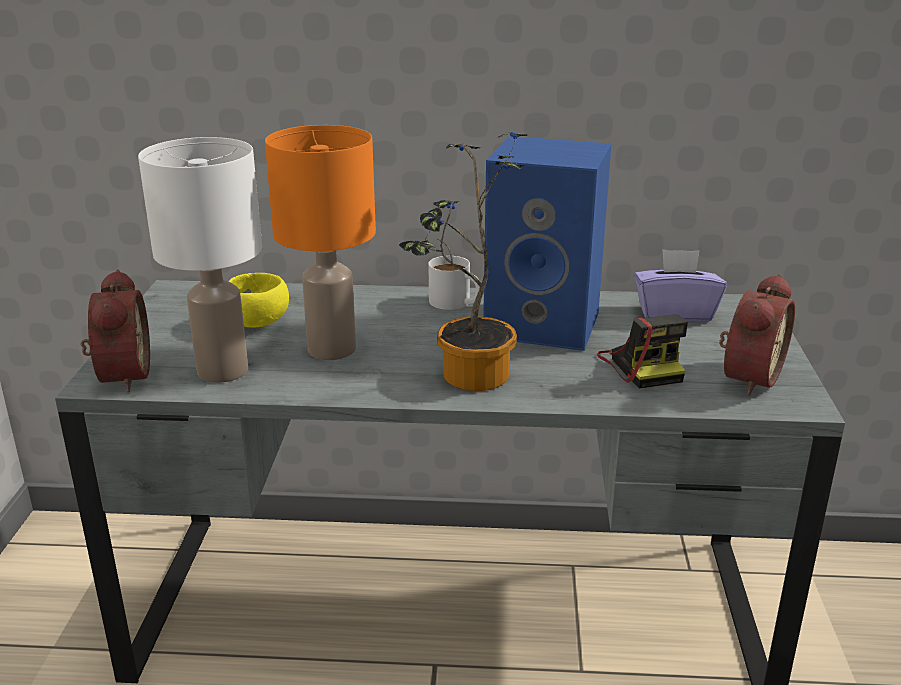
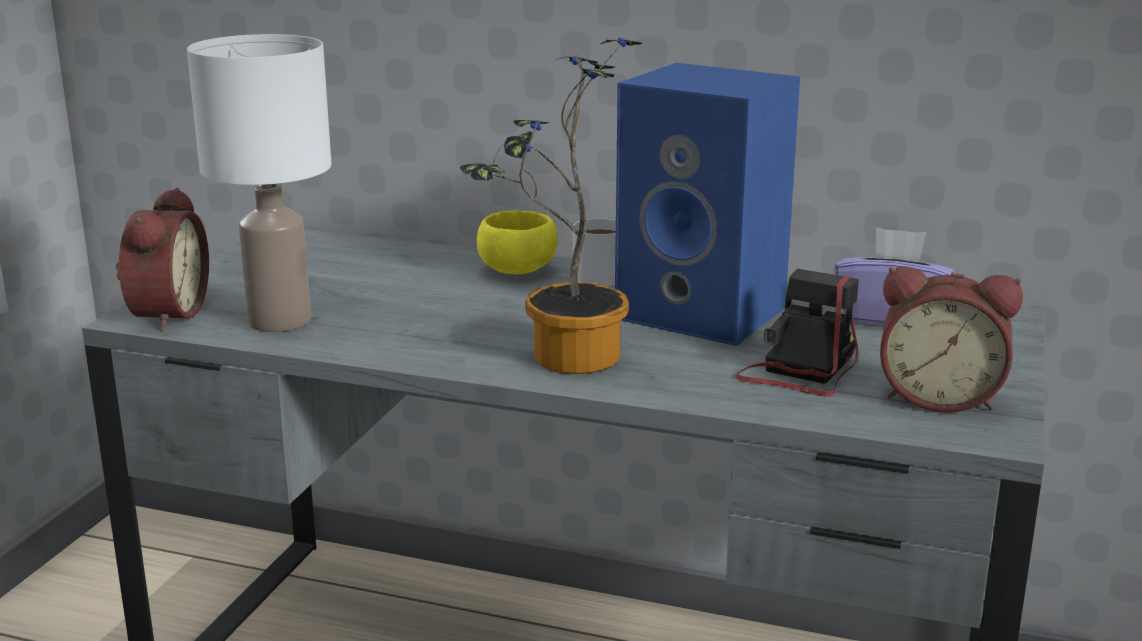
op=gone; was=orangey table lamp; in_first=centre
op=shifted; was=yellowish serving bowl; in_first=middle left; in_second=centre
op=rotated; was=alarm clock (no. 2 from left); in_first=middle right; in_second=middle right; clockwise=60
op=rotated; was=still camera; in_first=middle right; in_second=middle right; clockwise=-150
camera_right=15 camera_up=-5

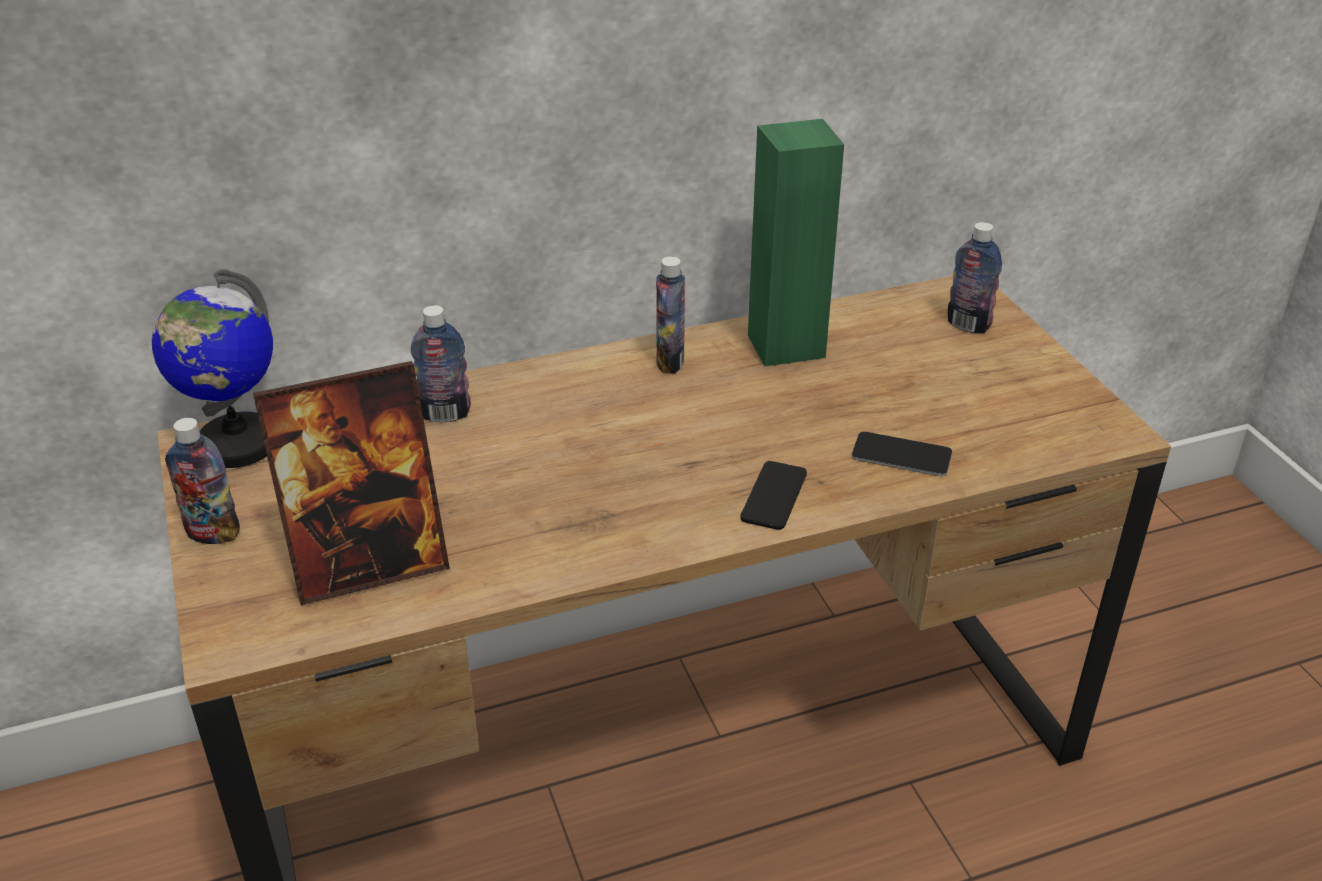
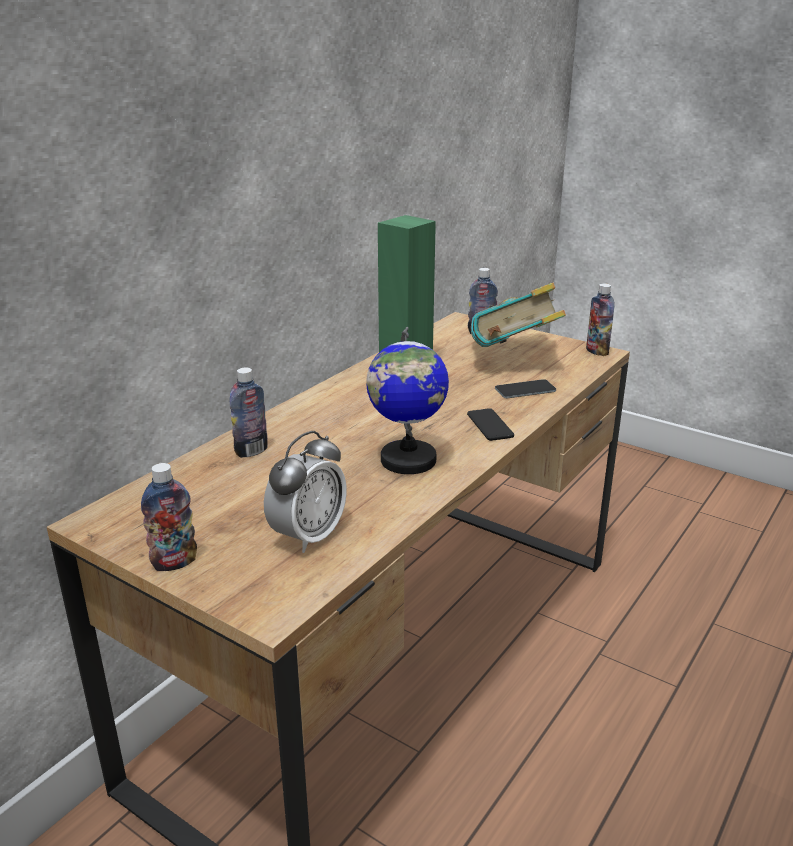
op=shifted; was=bottle (no. 3 from left in the first image); now=bottle (no. 4 from left); in_first=centre; in_second=middle right
op=shifted; was=world globe; in_first=middle left; in_second=centre
op=swapped; was=picture frame; now=alarm clock; in_first=middle left; in_second=centre
op=new; now=volume; in_second=centre
camera_right=-35 camera_up=-10

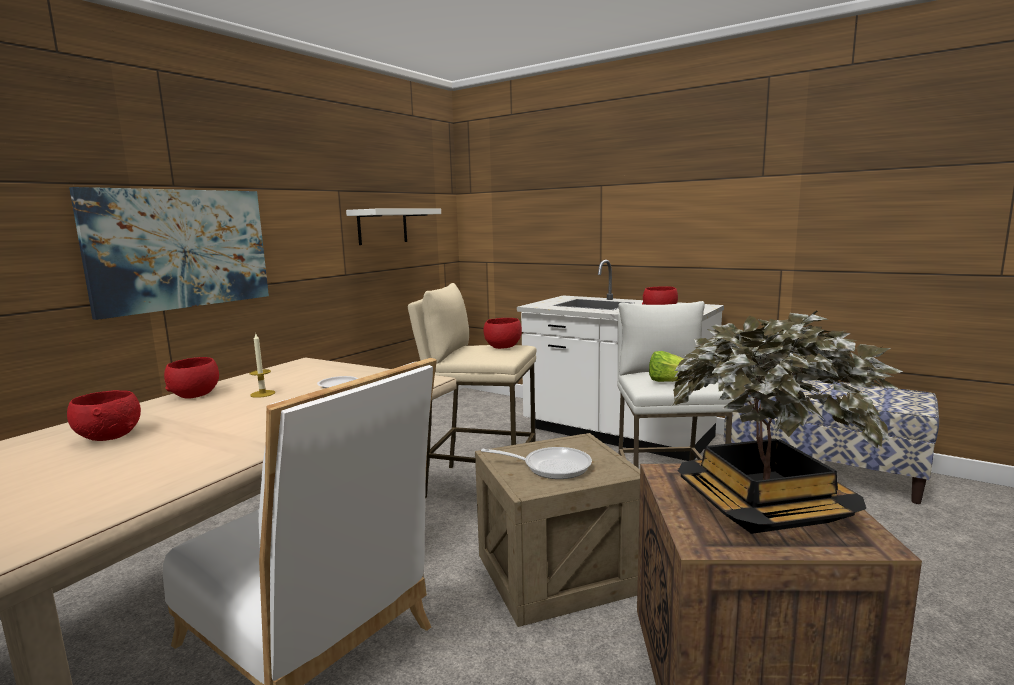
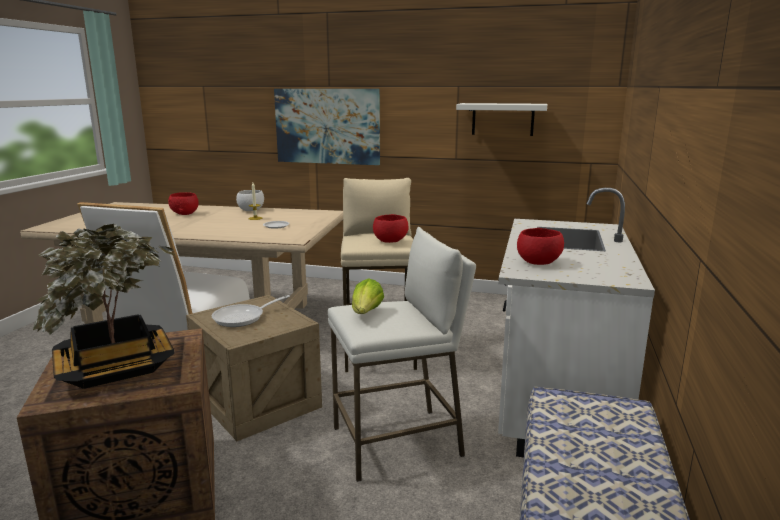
op=repainted; was=red serving bowl (no. 2 from left); now=white-coloured serving bowl; in_first=middle left; in_second=middle left
op=rotated; was=pan; in_first=bottom centre; in_second=middle left; clockwise=60
camera_right=70 camera_up=5

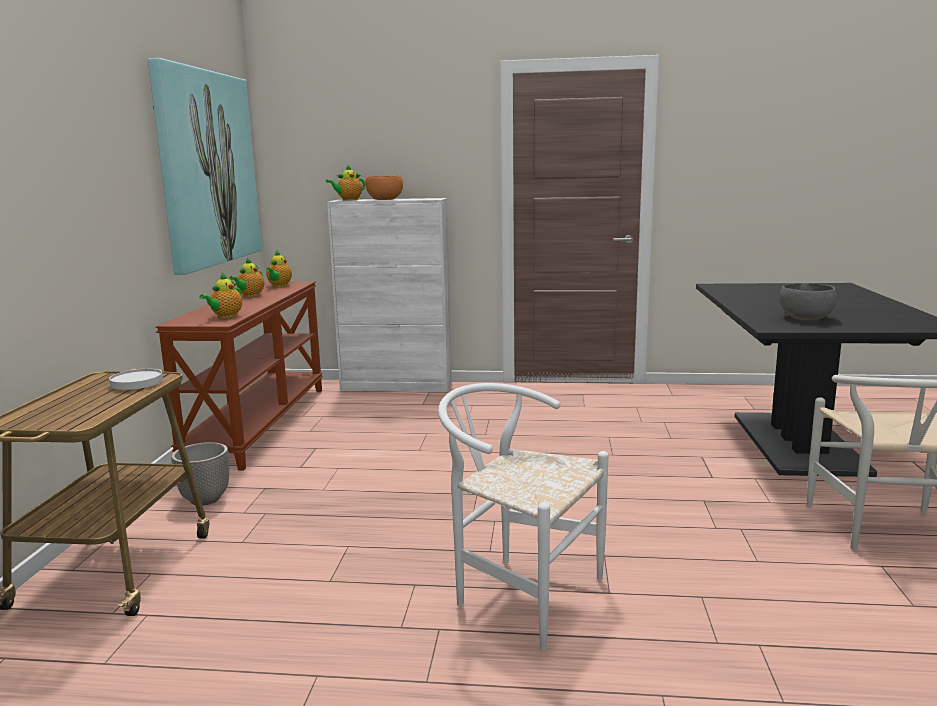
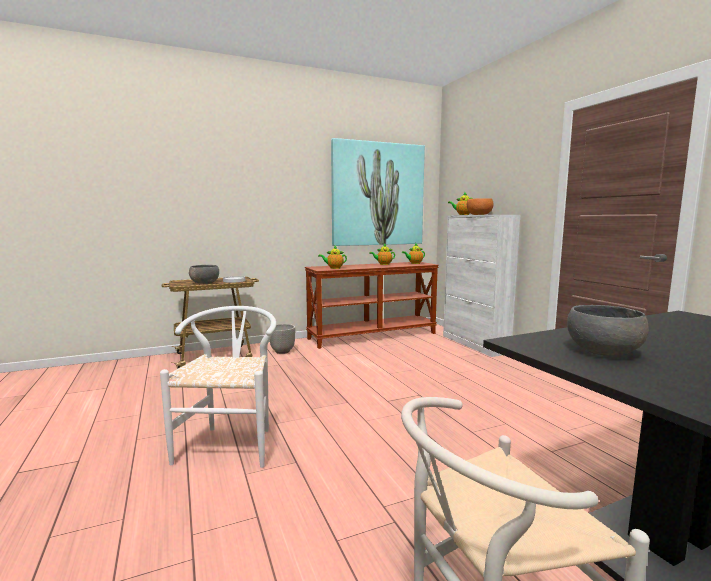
op=new; now=gray serving bowl (no. 1 from left); in_second=middle left
camera_right=60 camera_up=-5

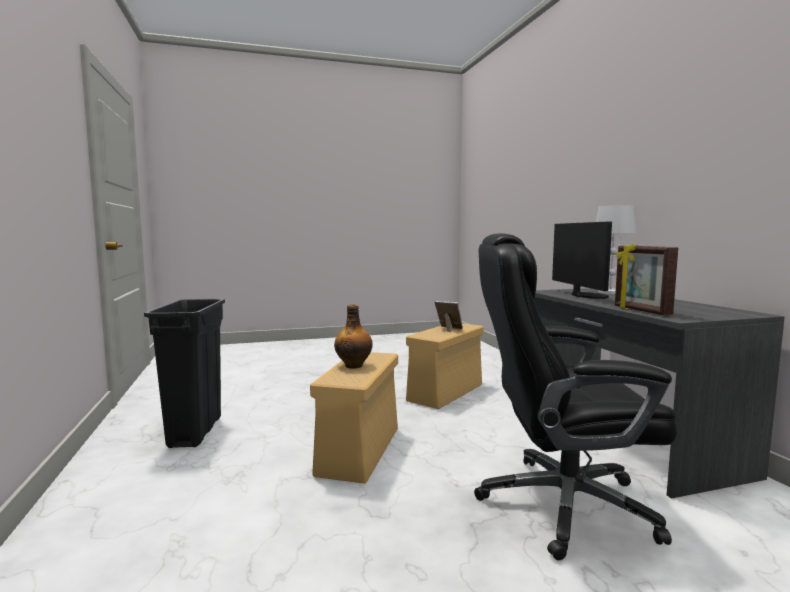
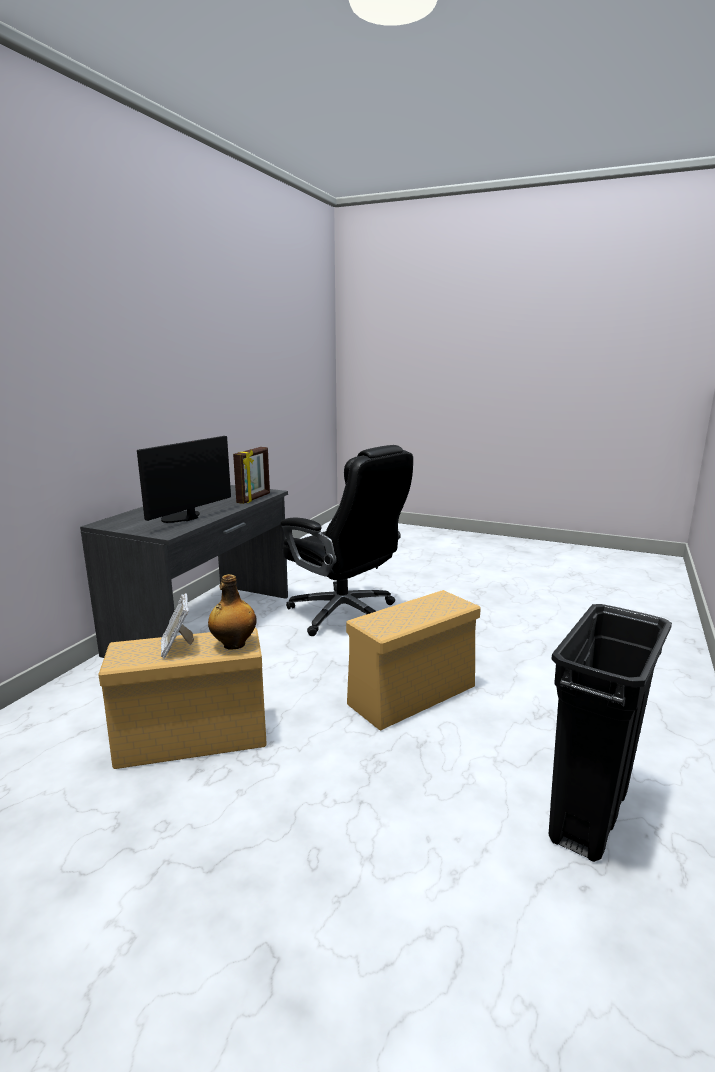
op=gone; was=white-coloured table lamp; in_first=middle right
op=shifted; was=bottle; in_first=centre; in_second=middle left
camera_right=-140 camera_up=10

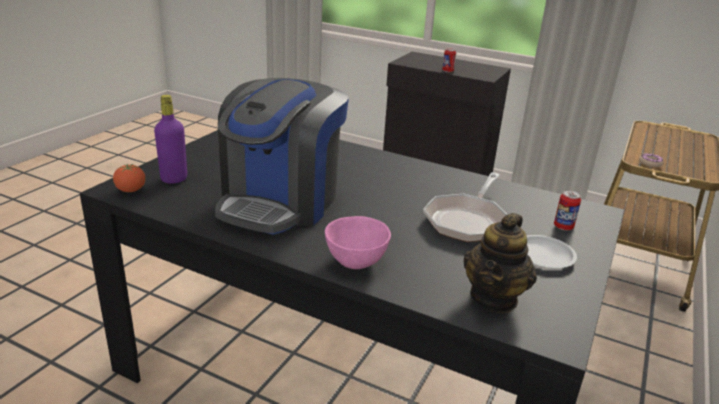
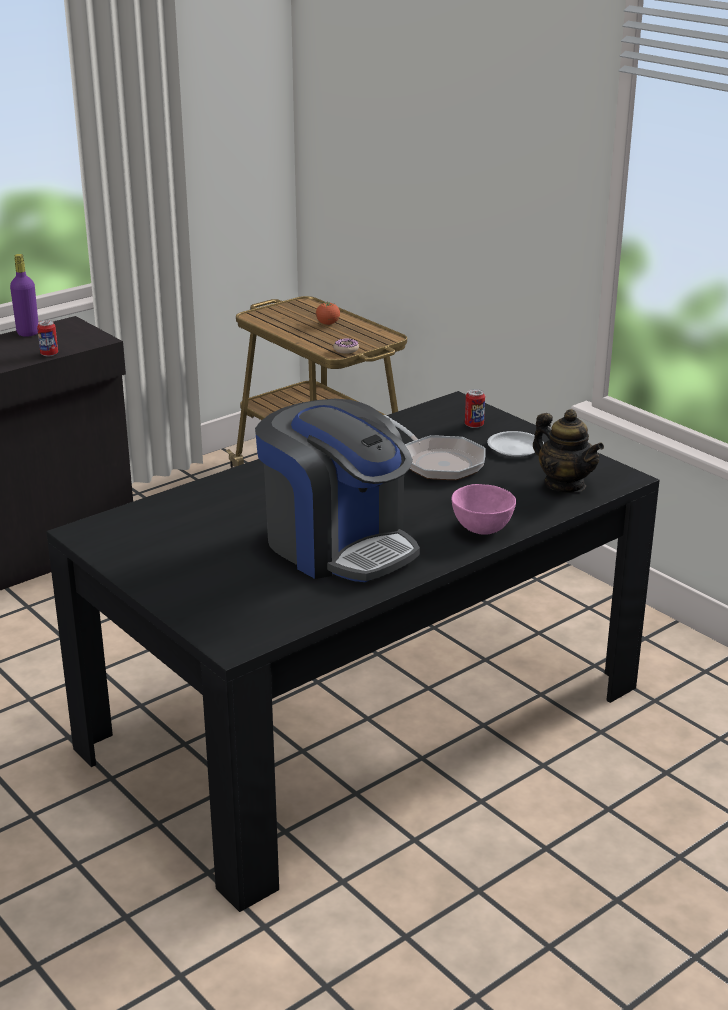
op=shifted; was=purple bottle; in_first=middle left; in_second=top left
op=shifted; was=whole tomato; in_first=middle left; in_second=top centre
camera_right=-65 camera_up=0

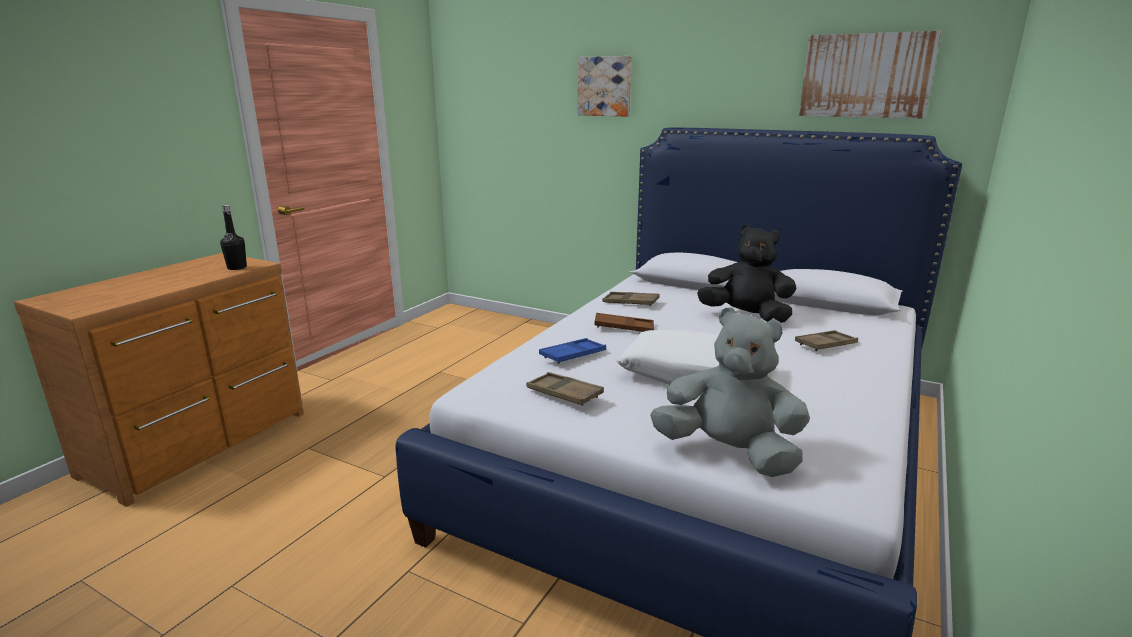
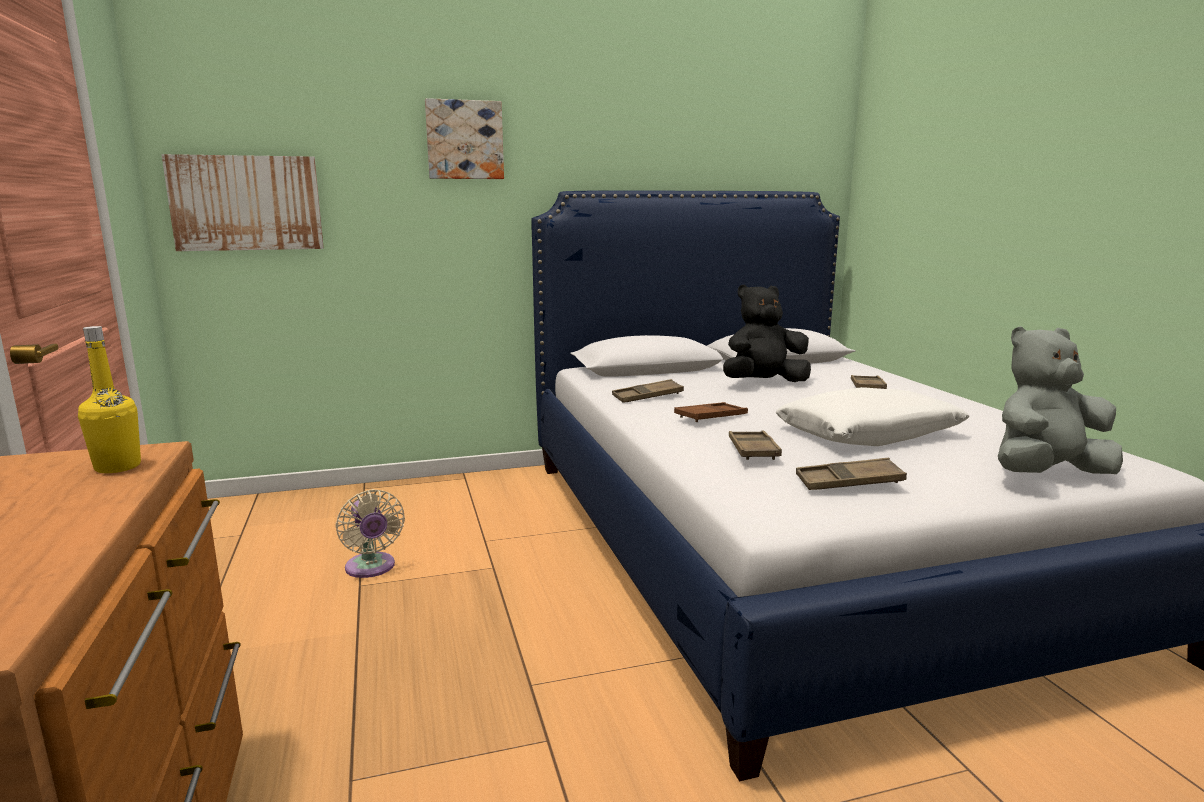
op=shifted; was=picture (no. 2 from left in the first image); now=picture (no. 1 from left); in_first=top right; in_second=top left
op=repainted; was=black bottle; now=yellowish bottle; in_first=middle left; in_second=middle left
op=repainted; was=blue serving tray; now=brownish serving tray (no. 3 from left); in_first=centre; in_second=centre
op=new; now=sand-coloured electric fan; in_second=middle left
camera_right=-45 camera_up=-5

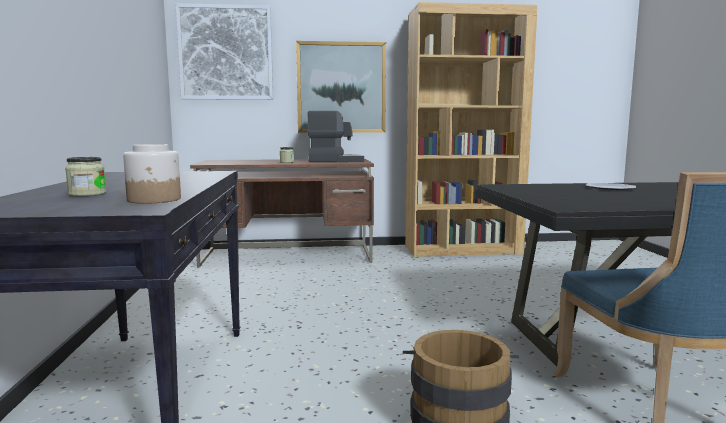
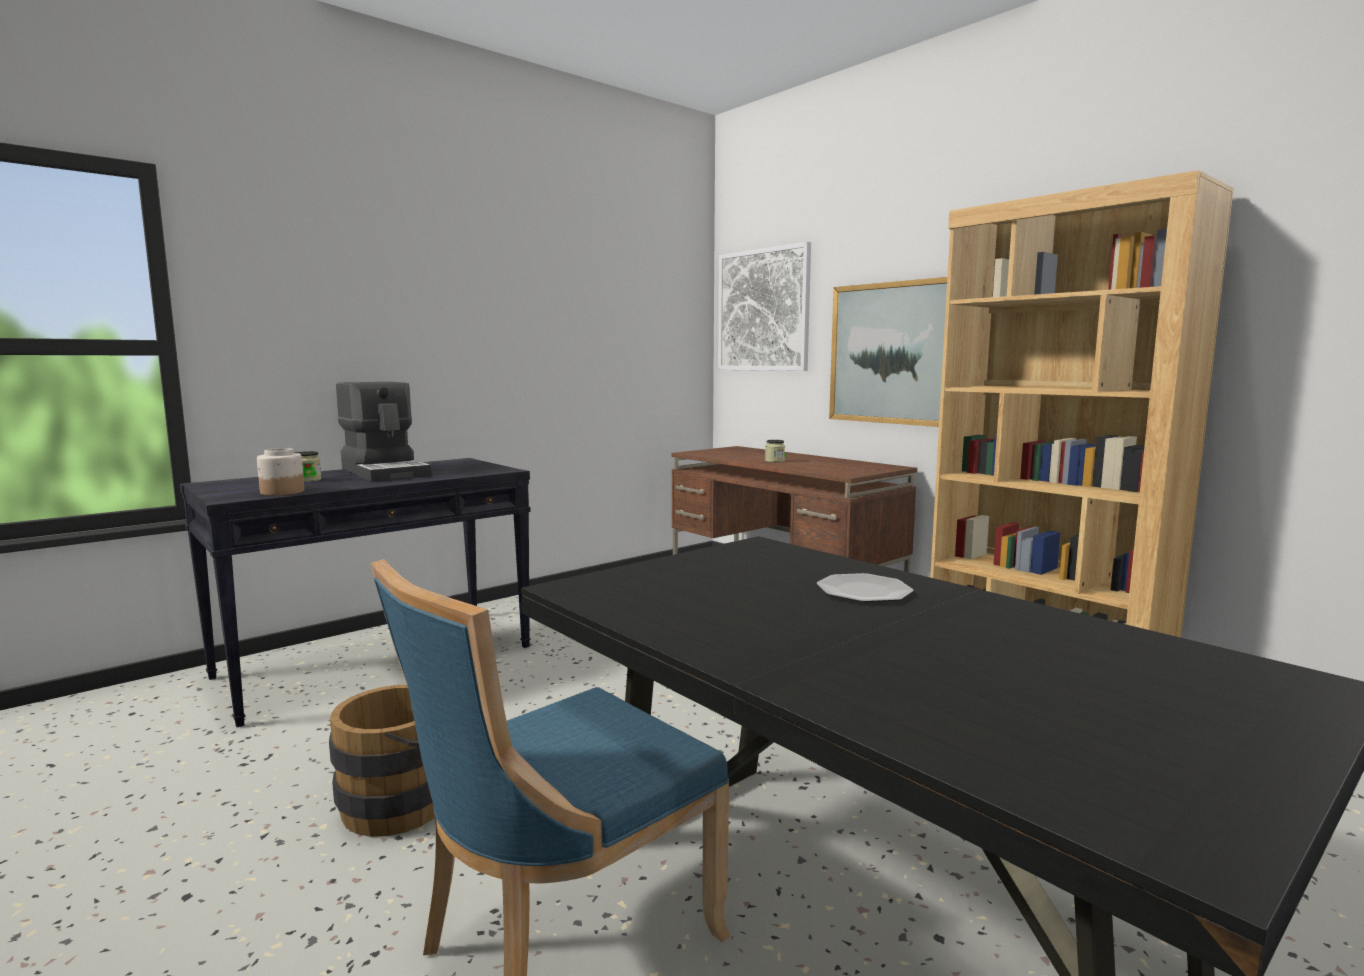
op=shifted; was=coffee maker; in_first=top centre; in_second=middle left
camera_right=55 camera_up=0

